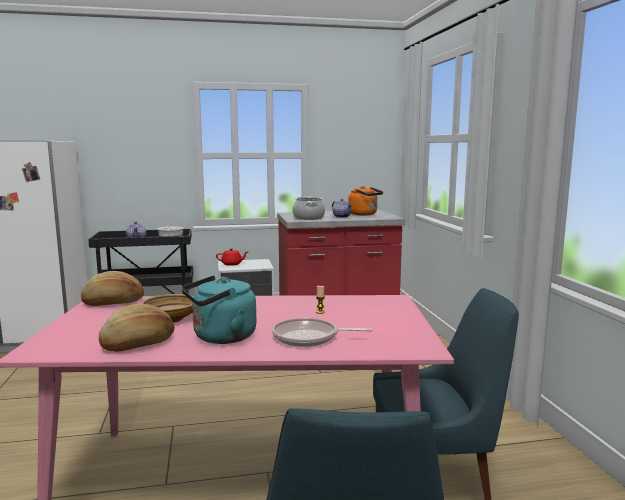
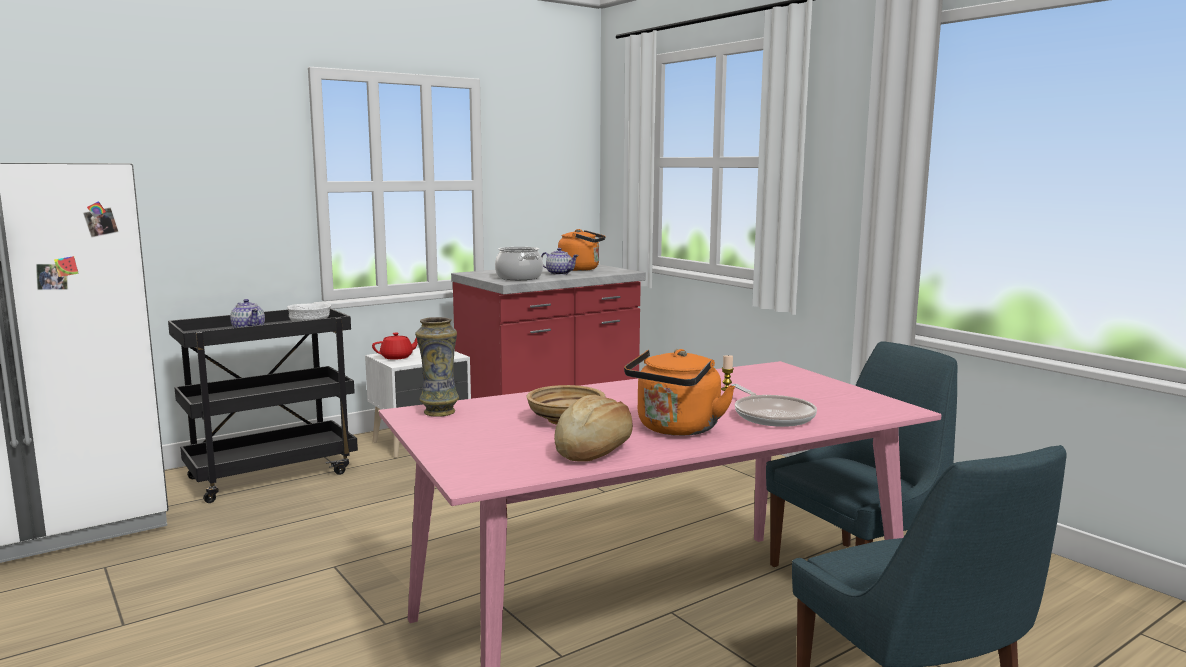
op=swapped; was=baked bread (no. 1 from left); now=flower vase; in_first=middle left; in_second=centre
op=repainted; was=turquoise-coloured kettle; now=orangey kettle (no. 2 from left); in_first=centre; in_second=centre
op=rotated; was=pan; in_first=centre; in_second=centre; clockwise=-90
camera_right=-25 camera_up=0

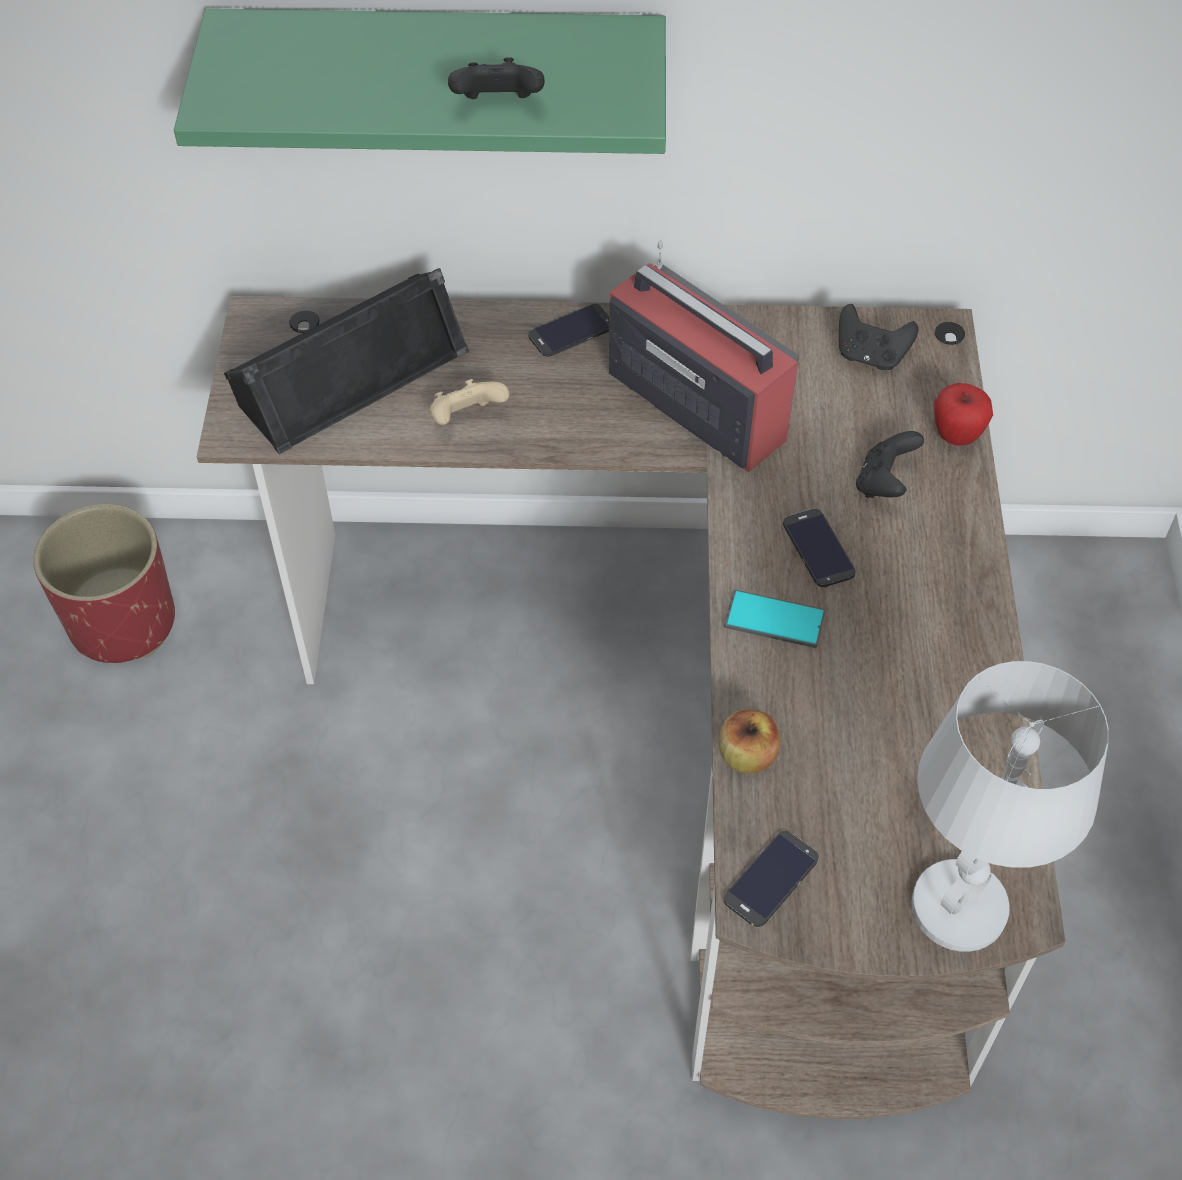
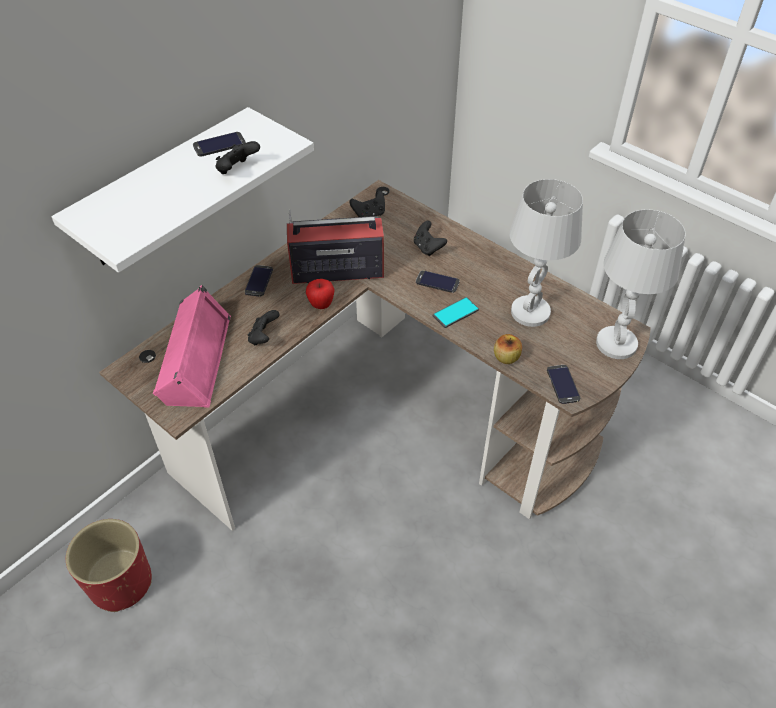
op=repainted; was=green-coloured shelf; now=white-coloured shelf; in_first=top centre; in_second=top left
op=repainted; was=black speaker; now=pink speaker; in_first=top left; in_second=middle left
op=repainted; was=sand-coloured game controller; now=black game controller (no. 2 from left); in_first=centre; in_second=centre
op=shifted; was=whole apple (no. 2 from left in the first image); now=whole apple (no. 1 from left); in_first=middle right; in_second=centre
op=new; now=phone (no. 1 from left); in_second=top left
op=new; now=white-coloured table lamp (no. 1 from left); in_second=middle right
camera_right=-50 camera_up=-5

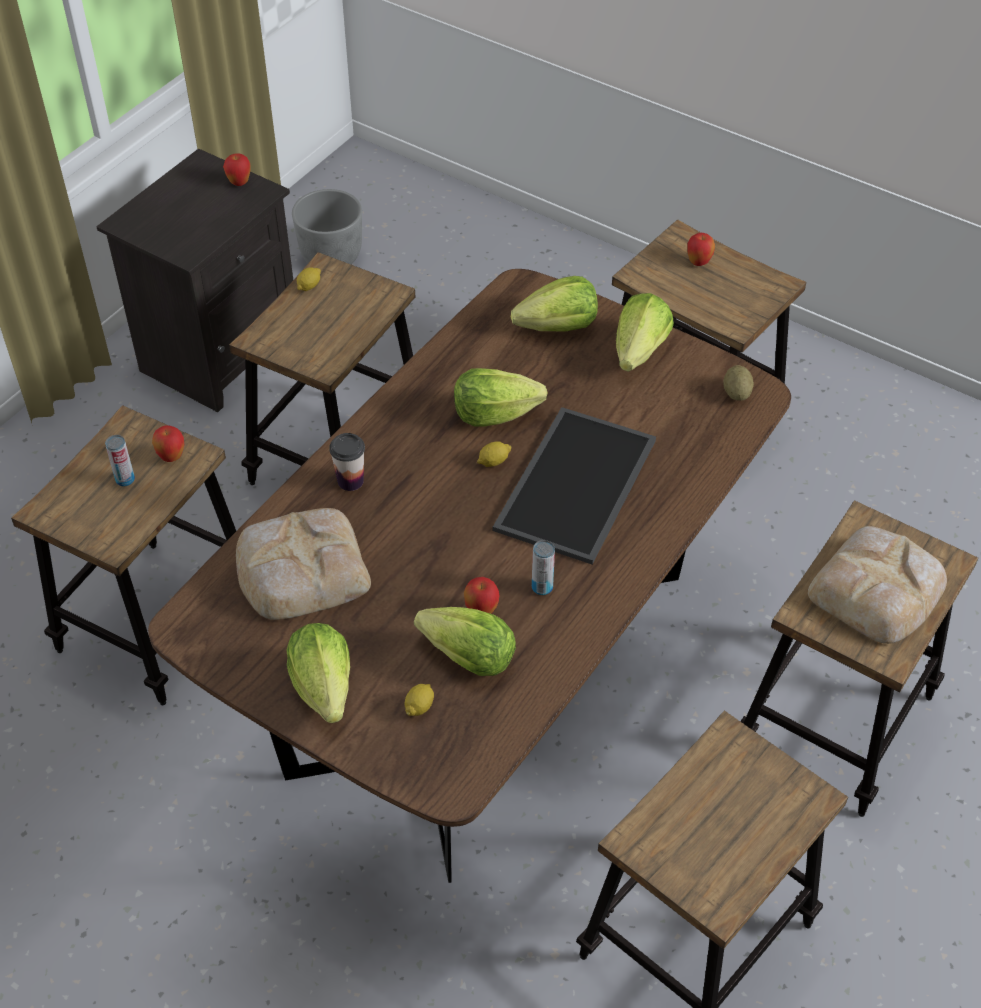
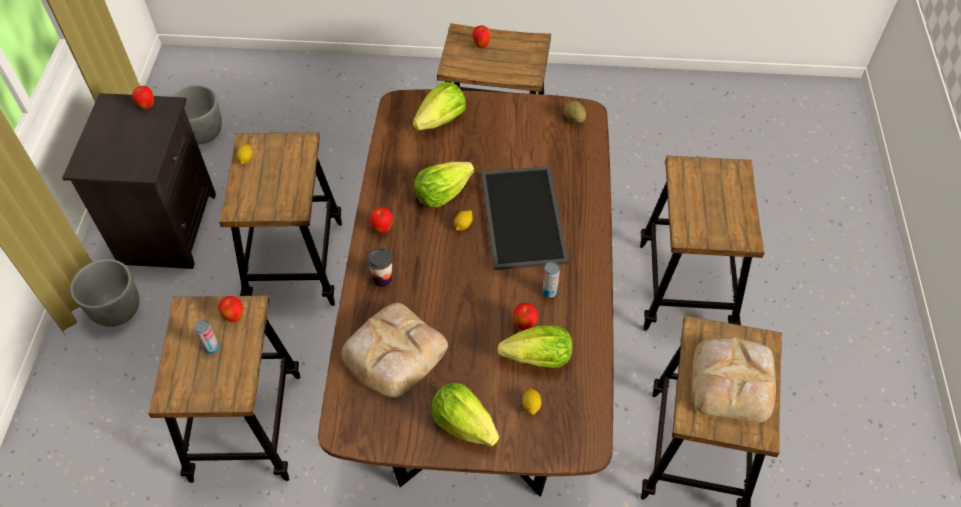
op=gone; was=head of lettuce (no. 5 from left); in_first=top centre
op=shifted; was=baked bread (no. 2 from left); in_first=middle right; in_second=bottom right
op=new; now=whole apple (no. 3 from left); in_second=centre
op=new; now=gray flower pot (no. 1 from left); in_second=middle left
camera_right=-30 camera_up=5

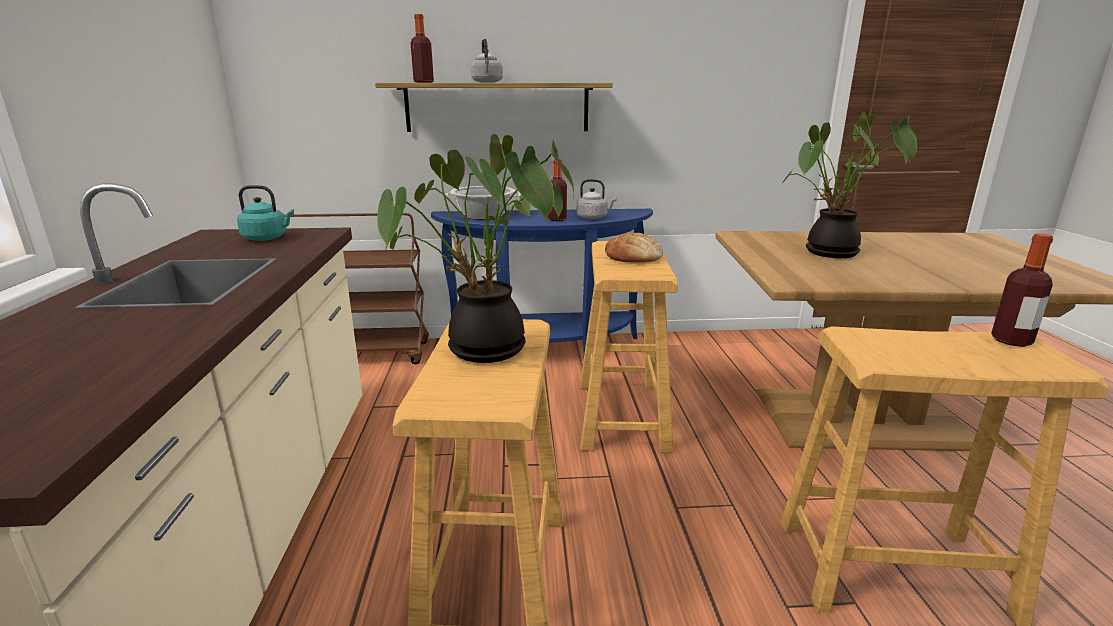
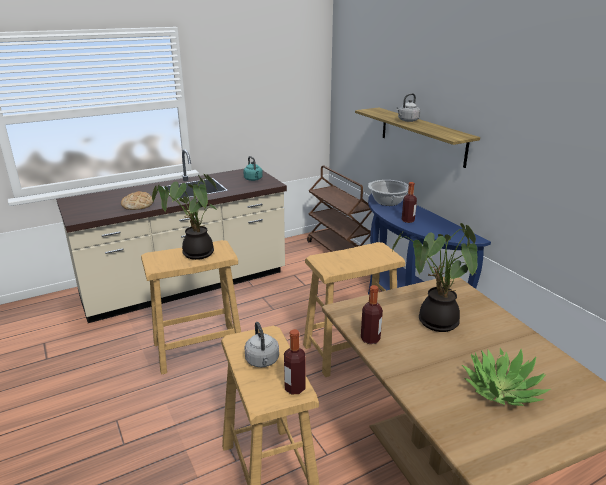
op=shifted; was=bottle (no. 1 from left in the first image); now=bottle (no. 2 from left); in_first=top centre; in_second=centre
op=shifted; was=gray kettle (no. 2 from left in the first image); now=gray kettle (no. 1 from left); in_first=top centre; in_second=bottom centre
op=shifted; was=baked bread; in_first=centre; in_second=middle left
op=new; now=plant in a pot (no. 3 from left); in_second=bottom right
camera_right=65 camera_up=5

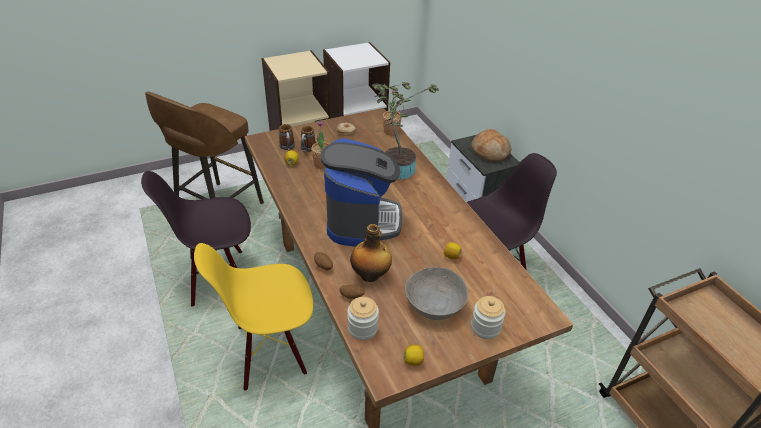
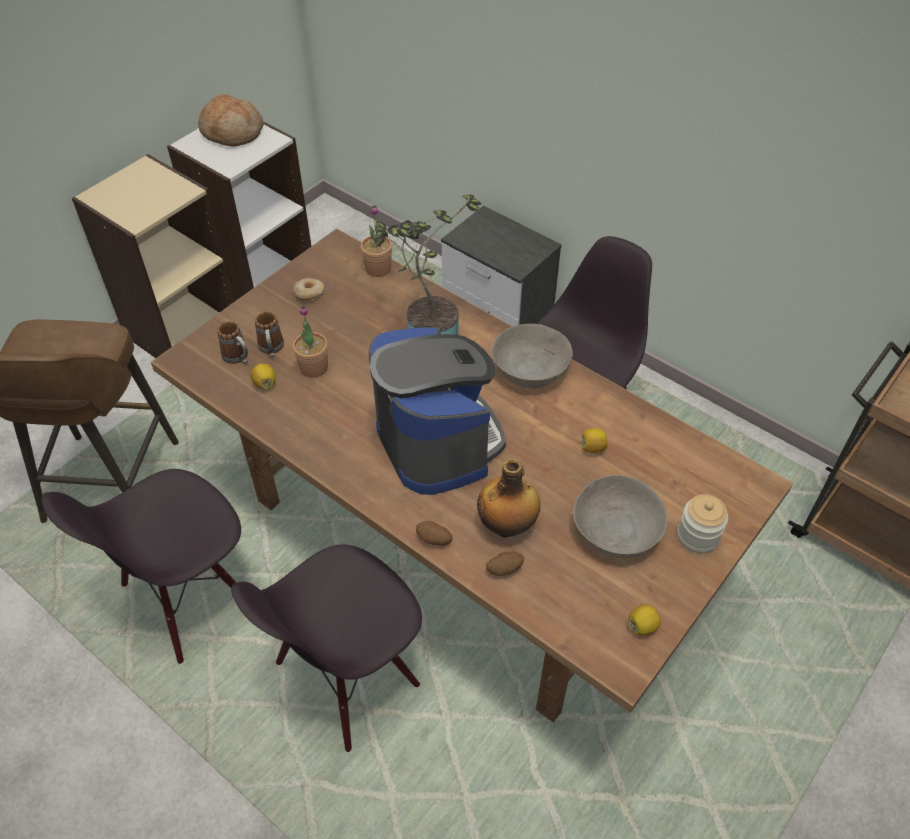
op=shifted; was=baked bread; in_first=centre; in_second=top left
op=repainted; was=yellowish plain chair; now=black plain chair (no. 2 from left); in_first=bottom left; in_second=bottom centre
op=gone; was=preserve jar (no. 1 from left); in_first=bottom centre
op=new; now=gray serving bowl (no. 1 from left); in_second=centre
camera_right=-25 camera_up=10

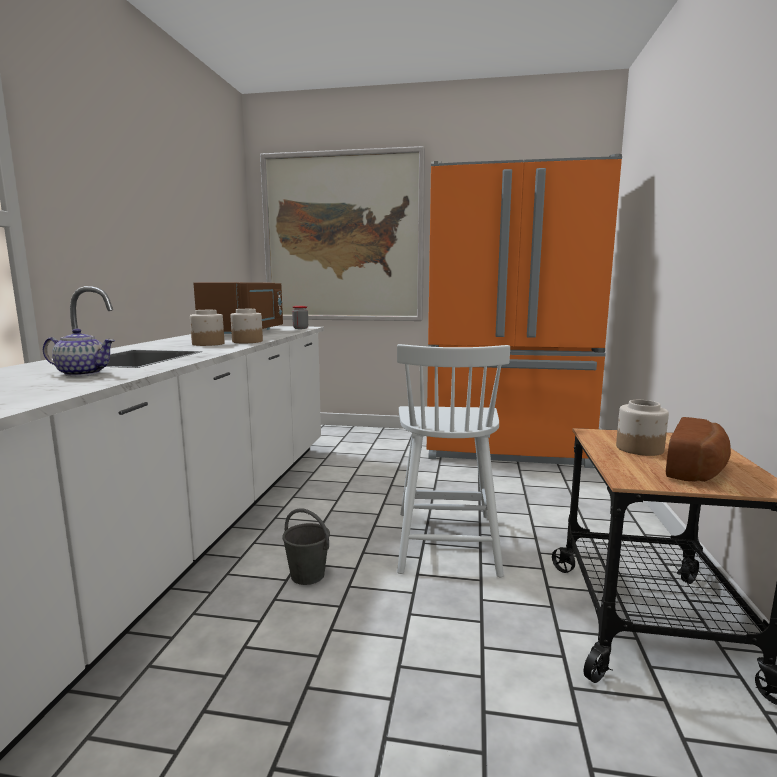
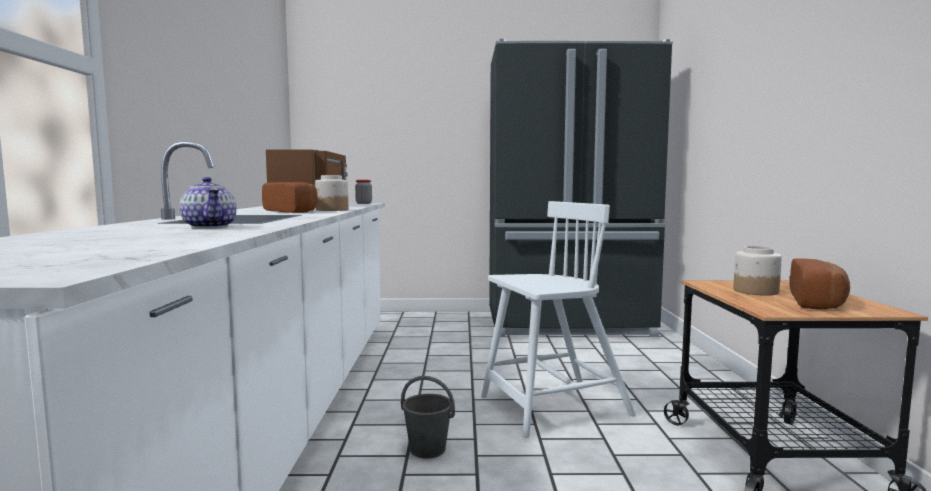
op=gone; was=picture; in_first=top centre
op=repainted; was=orangey kitchen fridge; now=black kitchen fridge; in_first=middle right; in_second=centre
op=swapped; was=preserve jar (no. 1 from left); now=baked bread (no. 1 from left); in_first=middle left; in_second=middle left
op=rotated; was=tea pot; in_first=middle left; in_second=middle left; clockwise=60
op=rotated; was=white-coloured plain chair; in_first=centre; in_second=centre; clockwise=-105
camera_right=-10 camera_up=-5

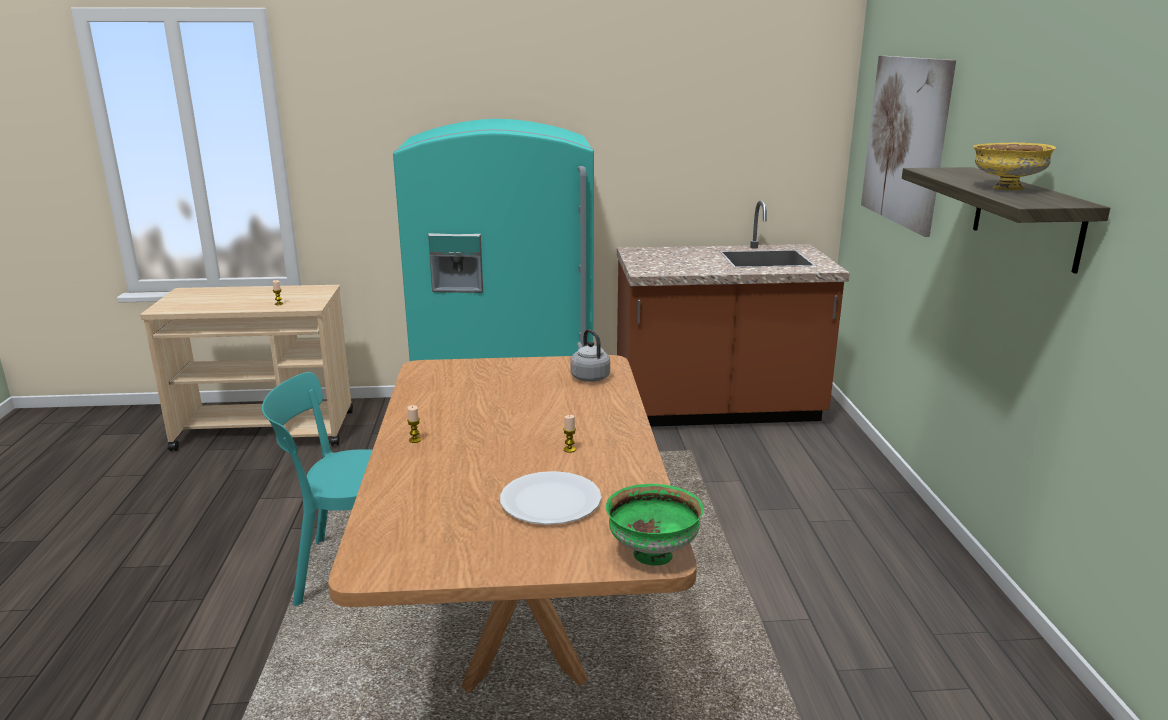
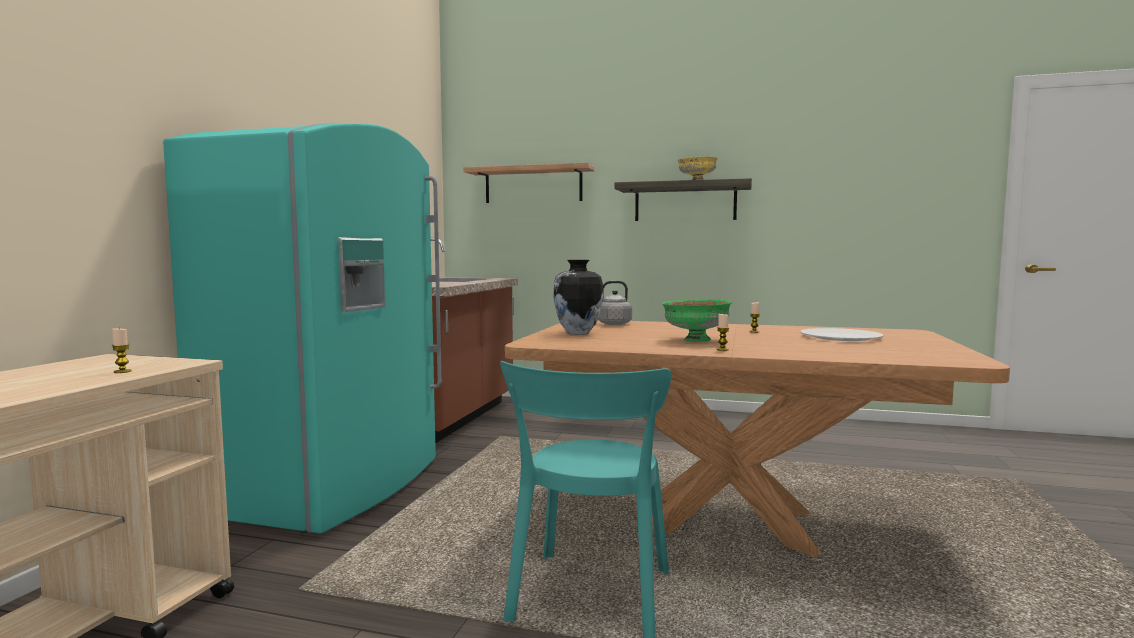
op=swapped; was=picture; now=shelf (no. 1 from left); in_first=top right; in_second=top centre
op=shifted; was=green-coloured serving bowl; in_first=bottom centre; in_second=centre
op=new; now=flower vase; in_second=centre
camera_right=-70 camera_up=-15

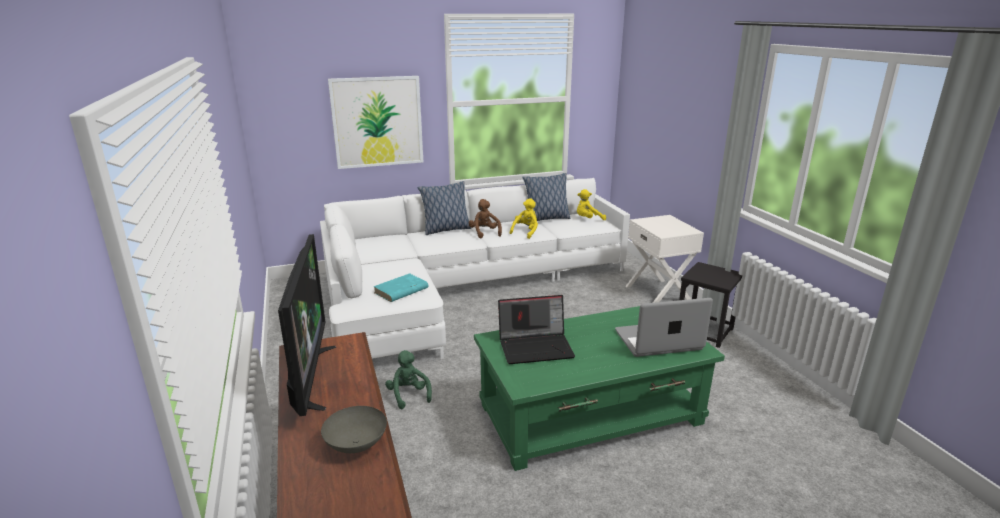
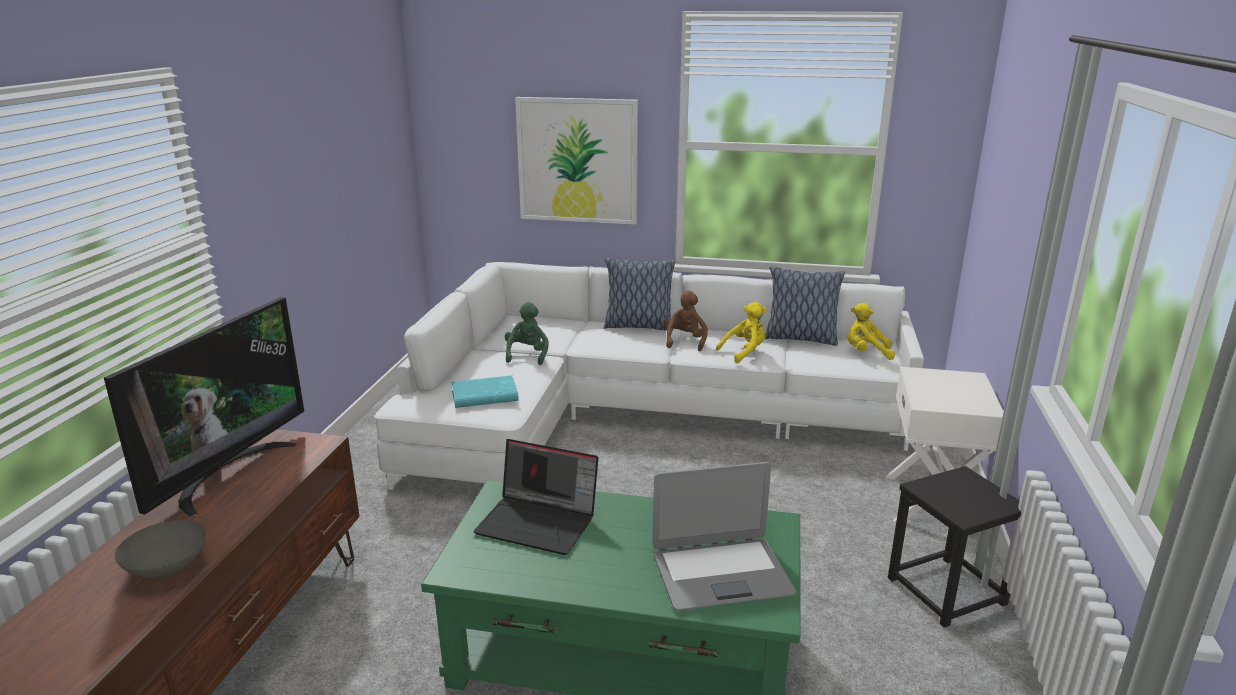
op=rotated; was=laptop (no. 2 from left); in_first=centre; in_second=bottom centre; clockwise=150
op=shifted; was=green-coloured soft toy; in_first=bottom centre; in_second=centre
camera_right=30 camera_up=0

